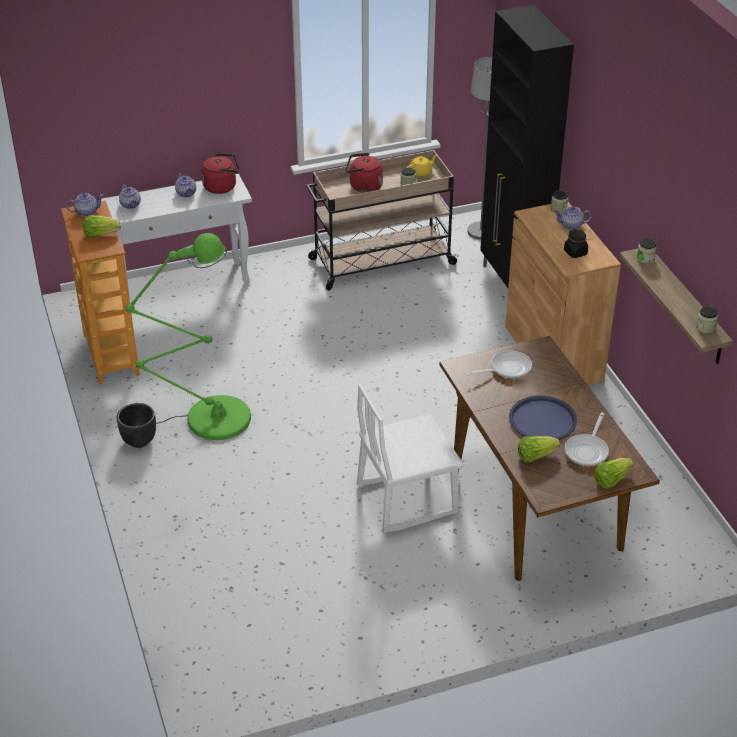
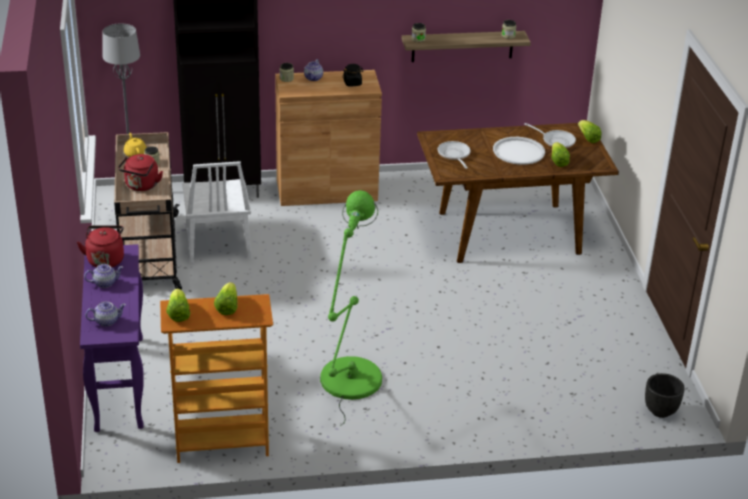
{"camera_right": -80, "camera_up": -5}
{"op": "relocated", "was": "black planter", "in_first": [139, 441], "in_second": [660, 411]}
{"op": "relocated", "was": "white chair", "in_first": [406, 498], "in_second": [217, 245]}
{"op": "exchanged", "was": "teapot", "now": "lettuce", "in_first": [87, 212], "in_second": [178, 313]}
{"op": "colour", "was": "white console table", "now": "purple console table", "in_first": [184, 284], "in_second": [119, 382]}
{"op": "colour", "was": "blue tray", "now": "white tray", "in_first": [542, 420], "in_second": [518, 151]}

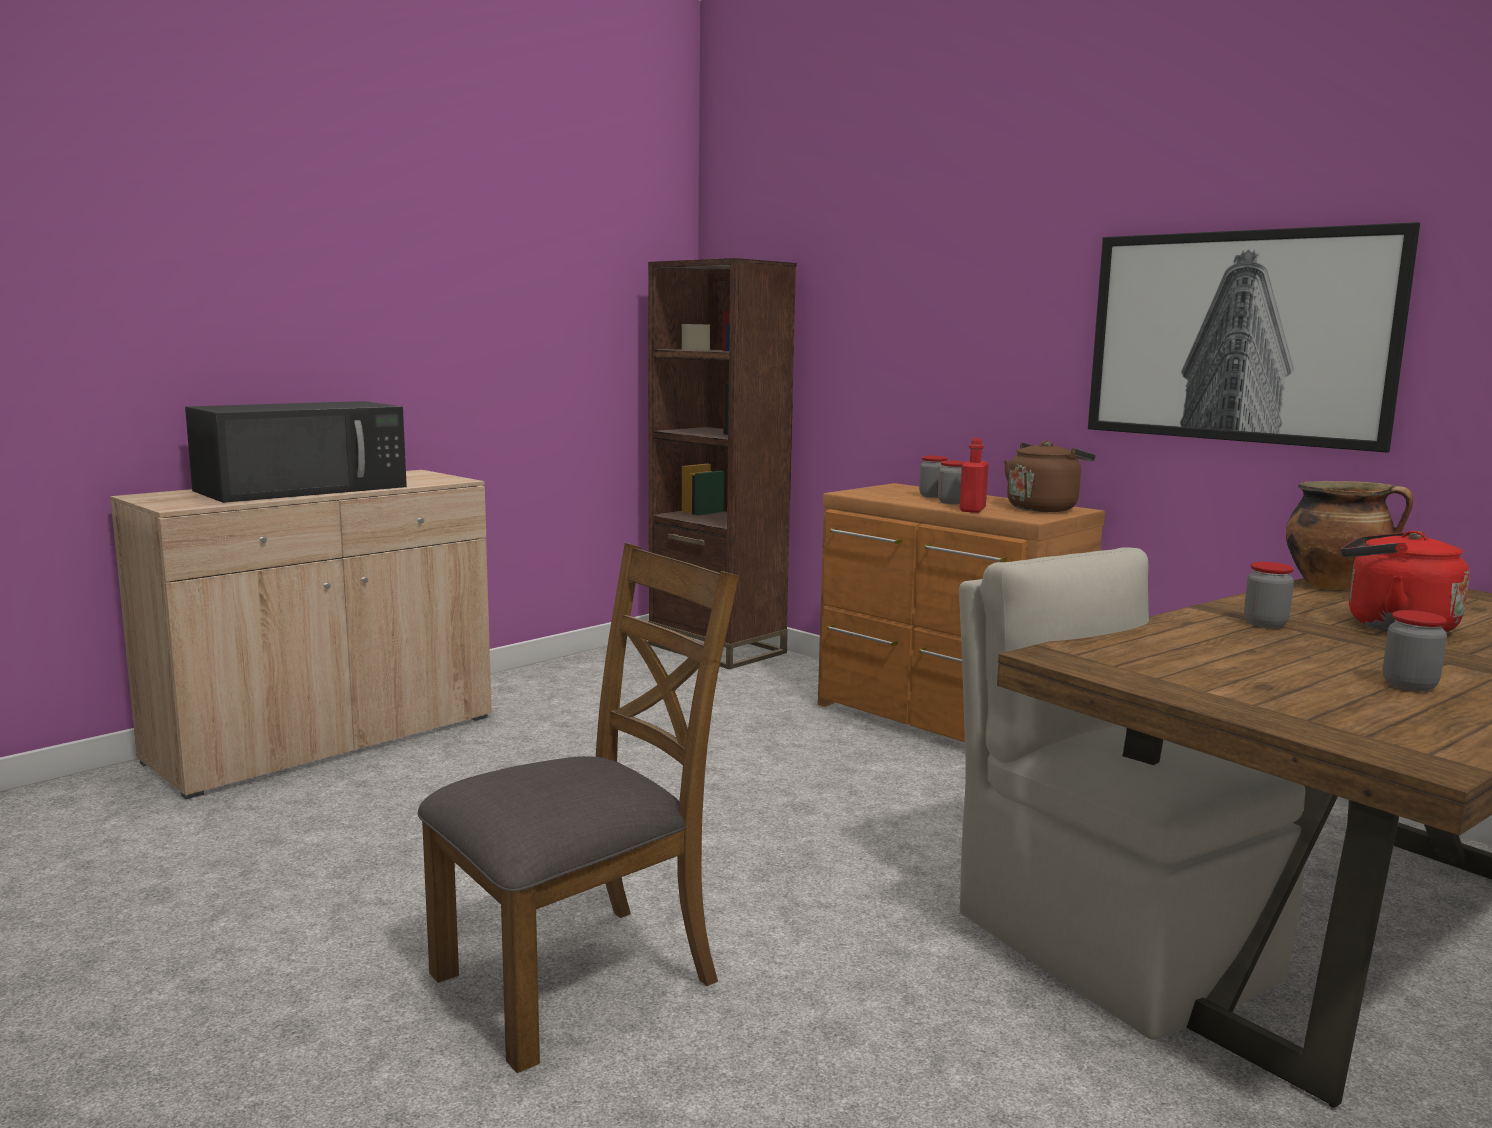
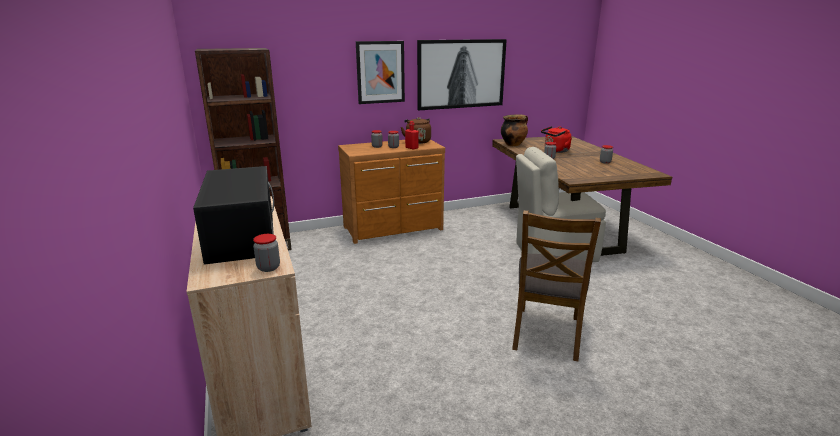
{"camera_right": -65, "camera_up": 10}
{"op": "appeared", "now": "jar", "in_second": [268, 267]}
{"op": "appeared", "now": "picture", "in_second": [380, 72]}
{"op": "spun", "was": "brown chair", "in_first": [578, 977], "in_second": [546, 332], "clockwise": -150}

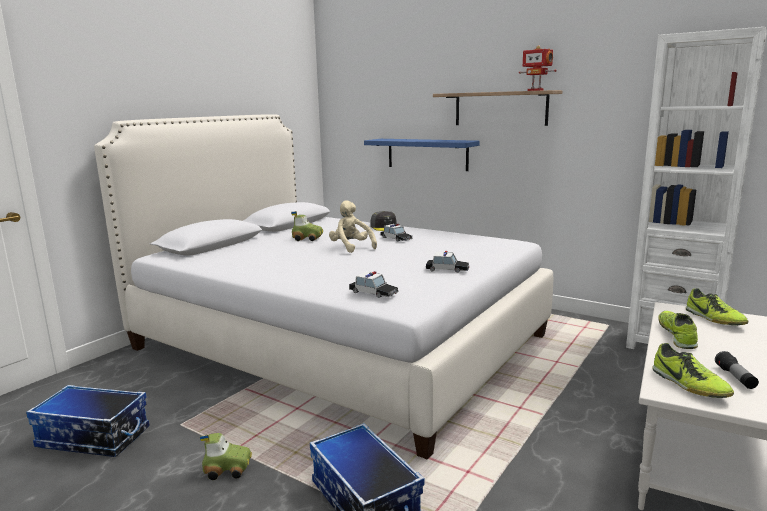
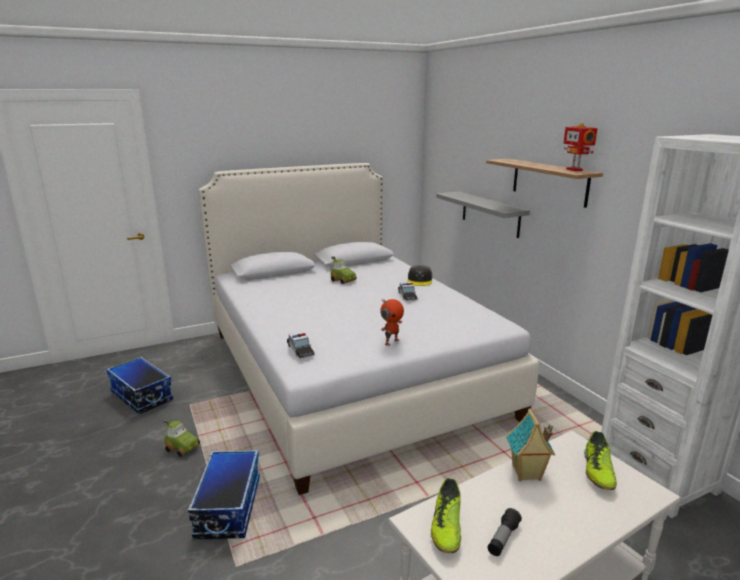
{"camera_right": 30, "camera_up": 5}
{"op": "missing", "was": "beige plush toy", "in_first": [351, 247]}
{"op": "exchanged", "was": "toy car", "now": "toy robot", "in_first": [447, 269], "in_second": [391, 342]}
{"op": "exchanged", "was": "shoe", "now": "toy house", "in_first": [677, 335], "in_second": [526, 474]}
{"op": "colour", "was": "blue shelf", "now": "grey shelf", "in_first": [427, 154], "in_second": [490, 214]}

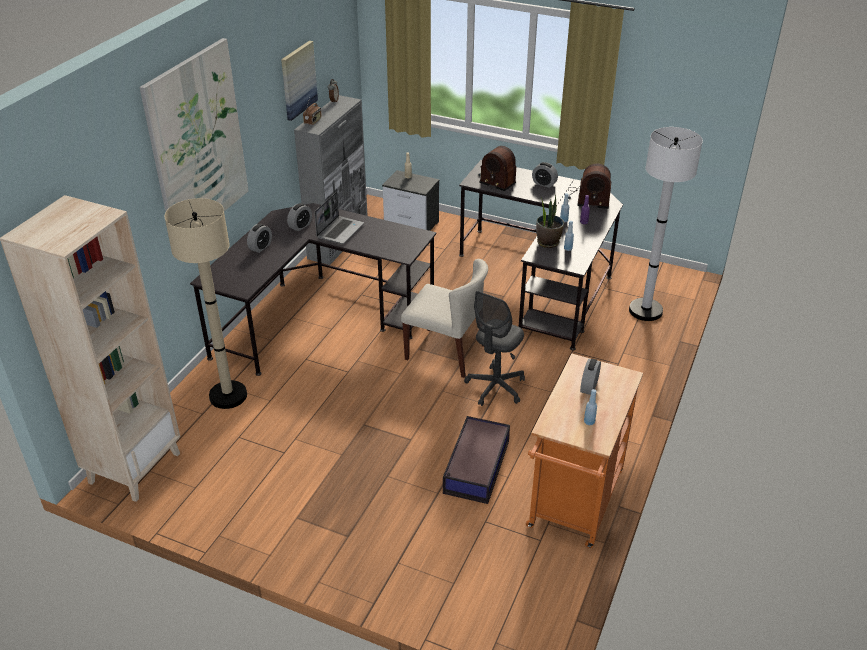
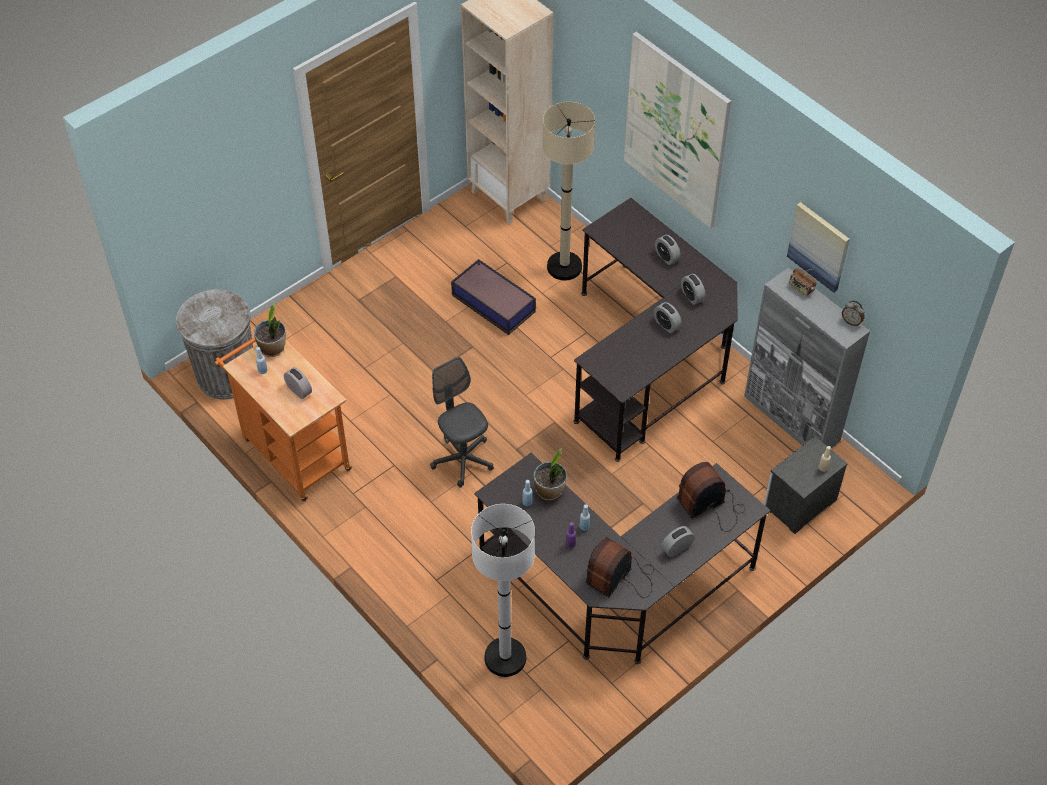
{"camera_right": 115, "camera_up": 15}
{"op": "missing", "was": "beige chair", "in_first": [446, 352]}
{"op": "appeared", "now": "grey trash can", "in_second": [227, 375]}
{"op": "appeared", "now": "potted plant", "in_second": [273, 348]}
{"op": "relocated", "was": "storage box", "in_first": [475, 467], "in_second": [493, 302]}
{"op": "exchanged", "was": "laptop", "now": "alarm clock", "in_first": [340, 230], "in_second": [666, 325]}

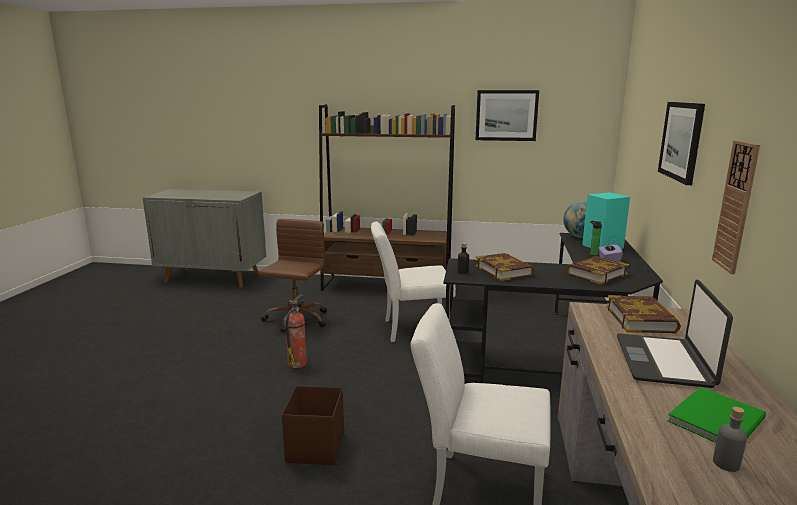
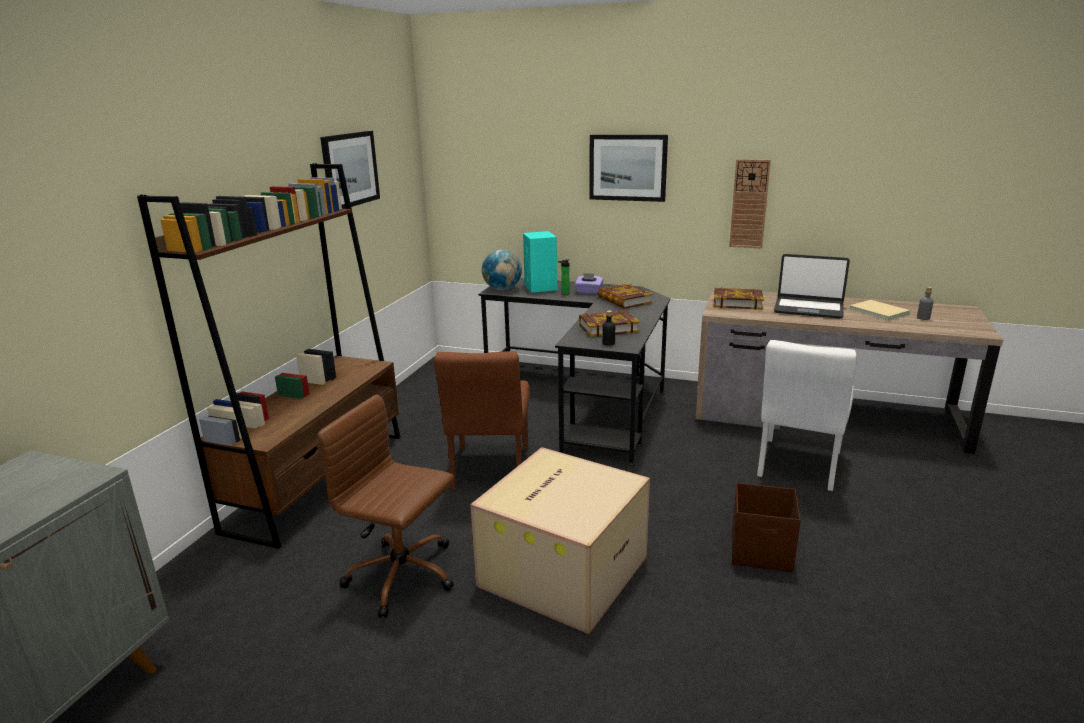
{"camera_right": -80, "camera_up": 5}
{"op": "exchanged", "was": "fire extinguisher", "now": "cardboard box", "in_first": [298, 363], "in_second": [562, 569]}
{"op": "colour", "was": "white chair", "now": "brown chair", "in_first": [411, 329], "in_second": [489, 472]}
{"op": "colour", "was": "green book", "now": "beige book", "in_first": [719, 420], "in_second": [878, 311]}

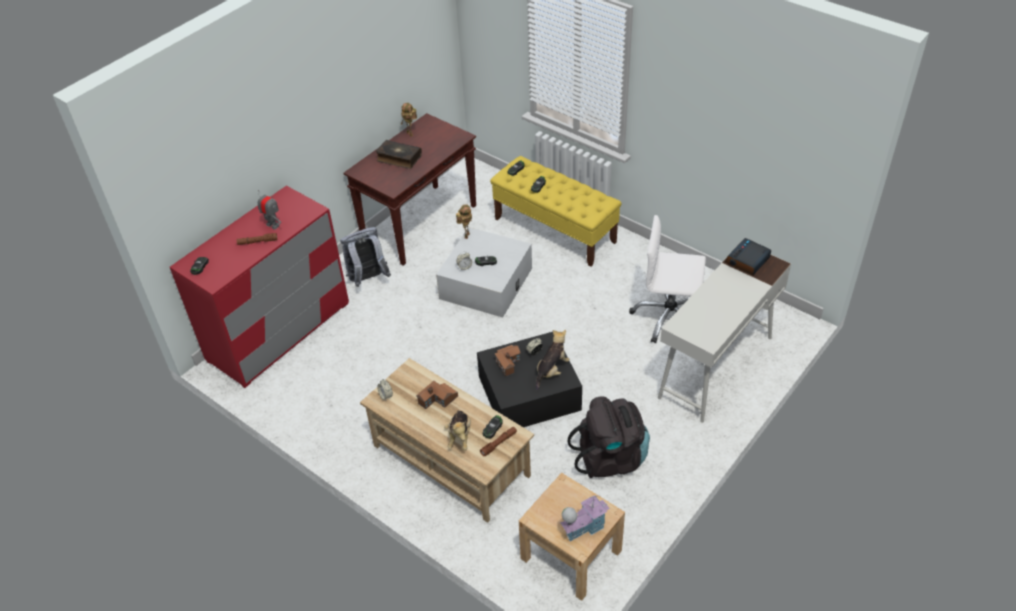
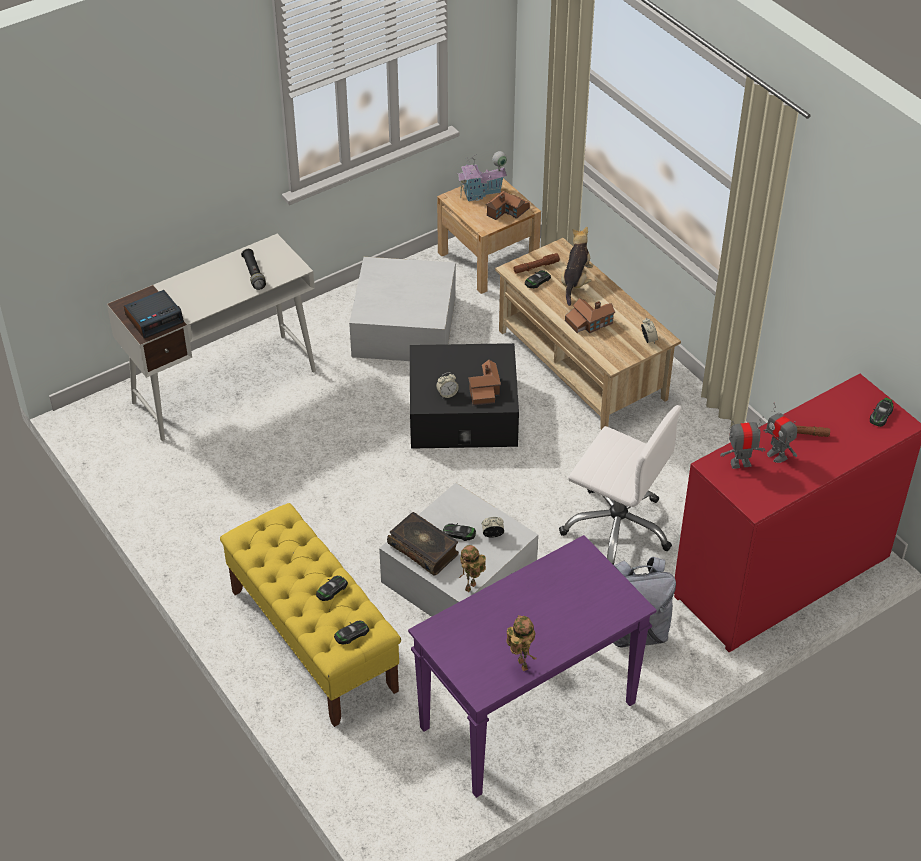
{"camera_right": -165, "camera_up": 0}
{"op": "missing", "was": "plush toy", "in_first": [551, 370]}
{"op": "appeared", "now": "black flashlight", "in_second": [254, 274]}
{"op": "appeared", "now": "toy house", "in_second": [507, 211]}
{"op": "appeared", "now": "toy robot", "in_second": [740, 463]}
{"op": "relocated", "was": "book", "in_first": [399, 158], "in_second": [424, 549]}
{"op": "relocated", "was": "white office chair", "in_first": [669, 317], "in_second": [617, 528]}
{"op": "exchanged", "was": "black backpack", "now": "white storage box", "in_first": [611, 458], "in_second": [404, 326]}
{"op": "colour", "was": "brown console table", "now": "purple console table", "in_first": [420, 223], "in_second": [527, 717]}

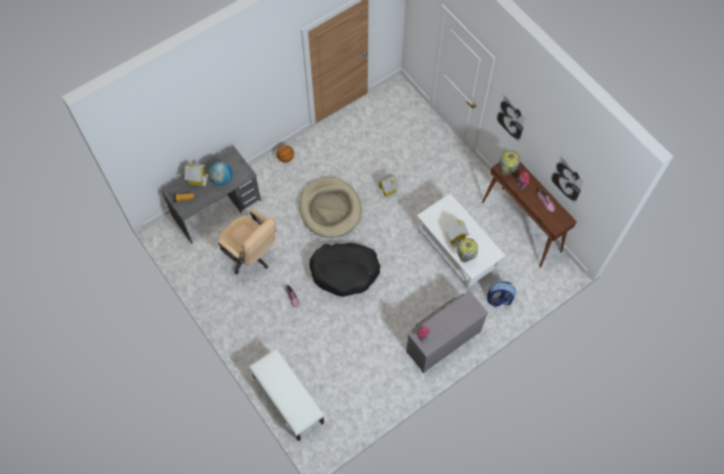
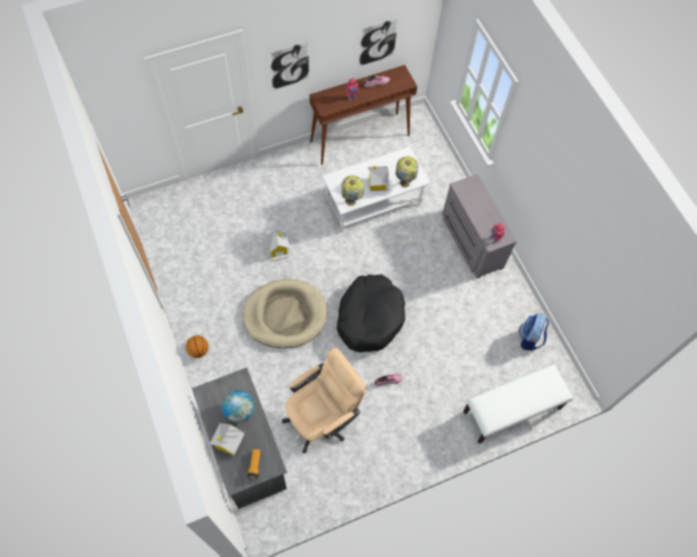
{"camera_right": -80, "camera_up": 0}
{"op": "relocated", "was": "backpack", "in_first": [499, 299], "in_second": [529, 338]}
{"op": "relocated", "was": "table lamp", "in_first": [506, 172], "in_second": [351, 201]}

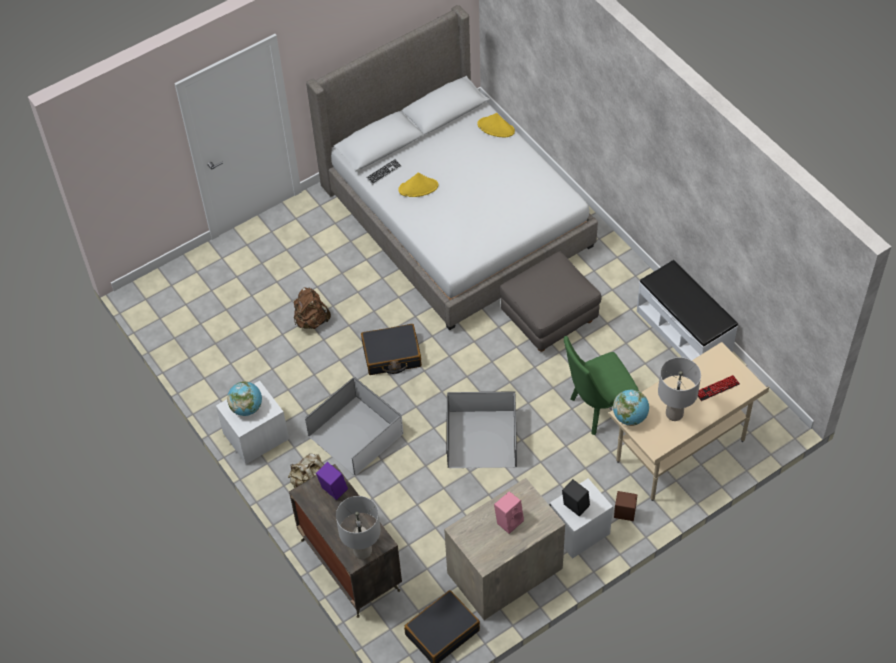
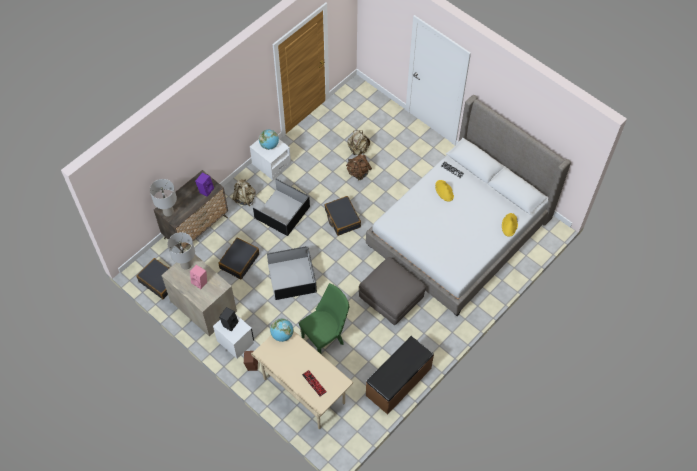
{"camera_right": 75, "camera_up": 5}
{"op": "appeared", "now": "black suitcase", "in_second": [239, 261]}
{"op": "appeared", "now": "beige backpack", "in_second": [358, 149]}
{"op": "relocated", "was": "grey table lamp", "in_first": [674, 414], "in_second": [186, 265]}
{"op": "colour", "was": "white storage box", "now": "black storage box", "in_first": [354, 434], "in_second": [282, 211]}
{"op": "colour", "was": "white bench", "now": "brown bench", "in_first": [684, 332], "in_second": [399, 382]}
{"op": "spun", "was": "green chair", "in_first": [596, 410], "in_second": [325, 338], "clockwise": 90}

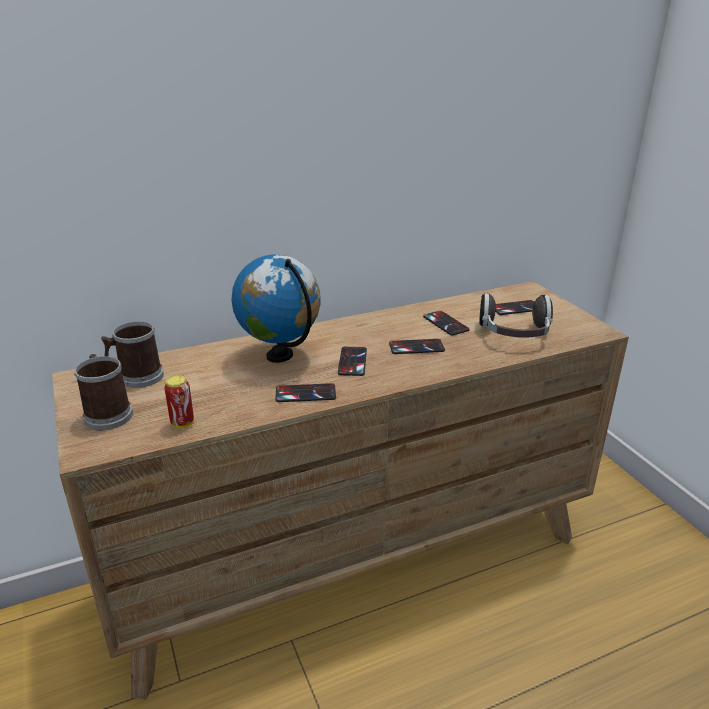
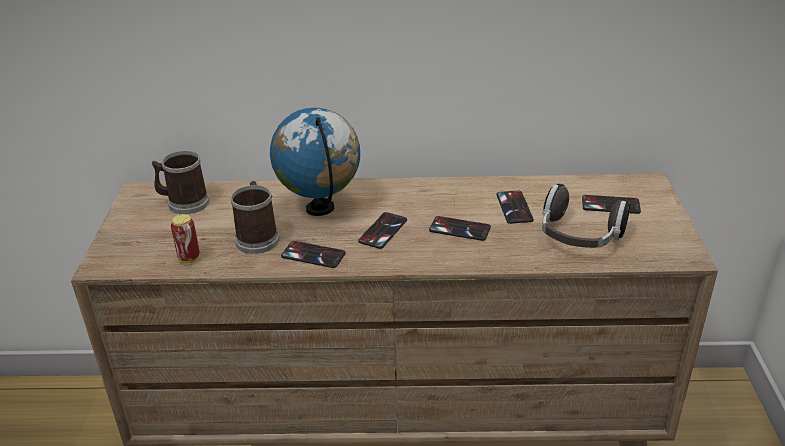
{"camera_right": 25, "camera_up": 5}
{"op": "relocated", "was": "mug", "in_first": [107, 413], "in_second": [257, 237]}

